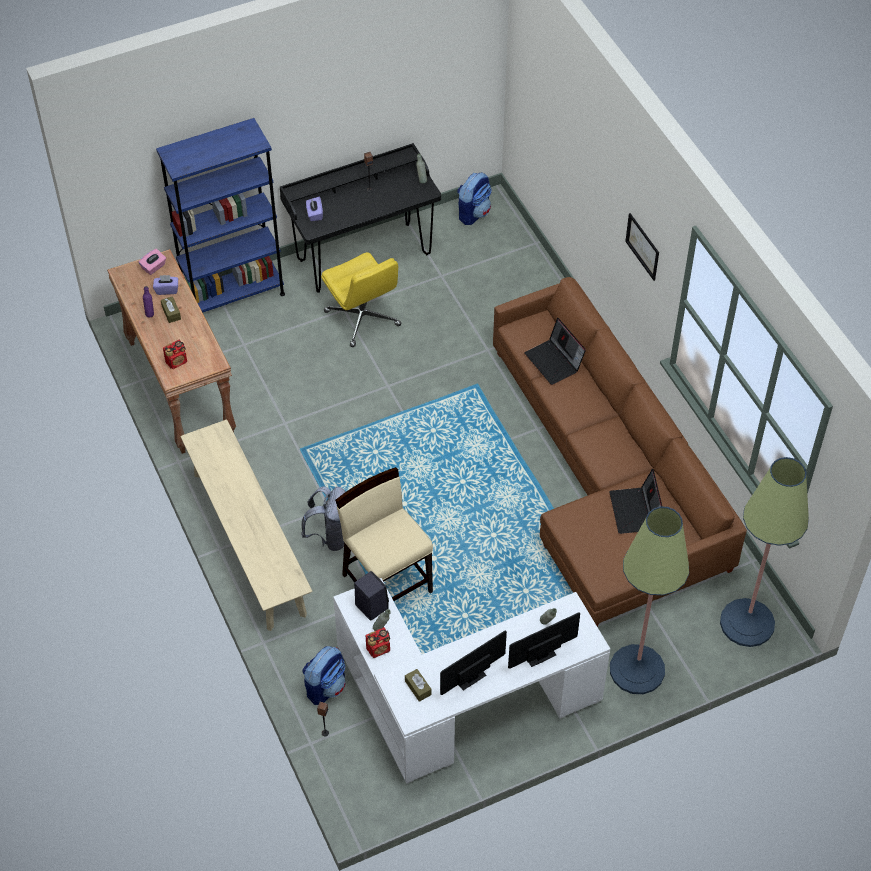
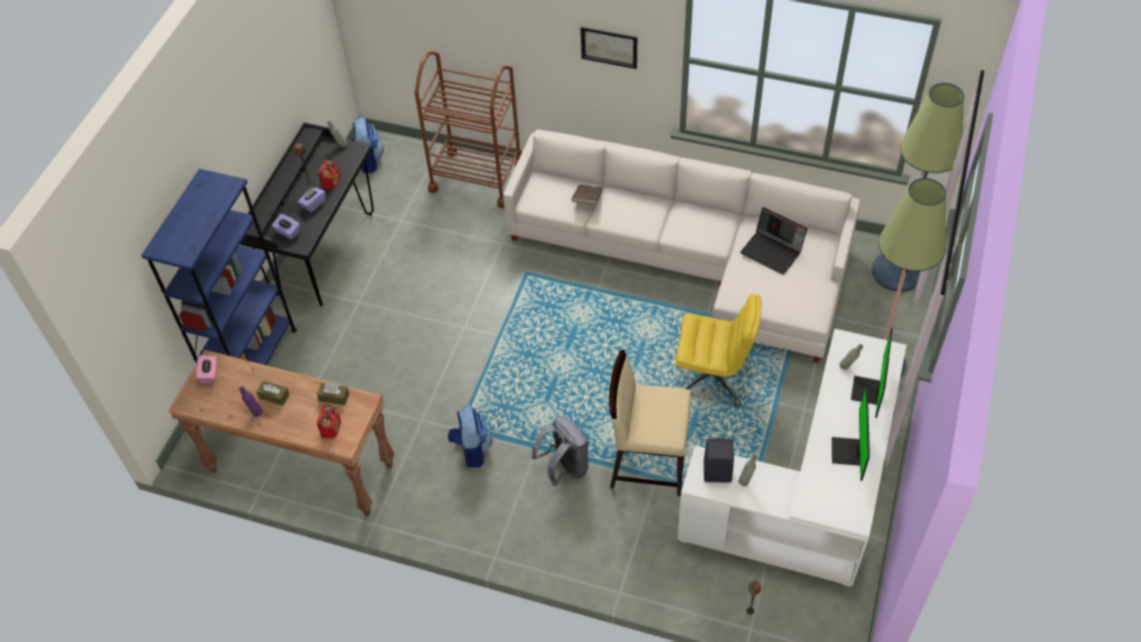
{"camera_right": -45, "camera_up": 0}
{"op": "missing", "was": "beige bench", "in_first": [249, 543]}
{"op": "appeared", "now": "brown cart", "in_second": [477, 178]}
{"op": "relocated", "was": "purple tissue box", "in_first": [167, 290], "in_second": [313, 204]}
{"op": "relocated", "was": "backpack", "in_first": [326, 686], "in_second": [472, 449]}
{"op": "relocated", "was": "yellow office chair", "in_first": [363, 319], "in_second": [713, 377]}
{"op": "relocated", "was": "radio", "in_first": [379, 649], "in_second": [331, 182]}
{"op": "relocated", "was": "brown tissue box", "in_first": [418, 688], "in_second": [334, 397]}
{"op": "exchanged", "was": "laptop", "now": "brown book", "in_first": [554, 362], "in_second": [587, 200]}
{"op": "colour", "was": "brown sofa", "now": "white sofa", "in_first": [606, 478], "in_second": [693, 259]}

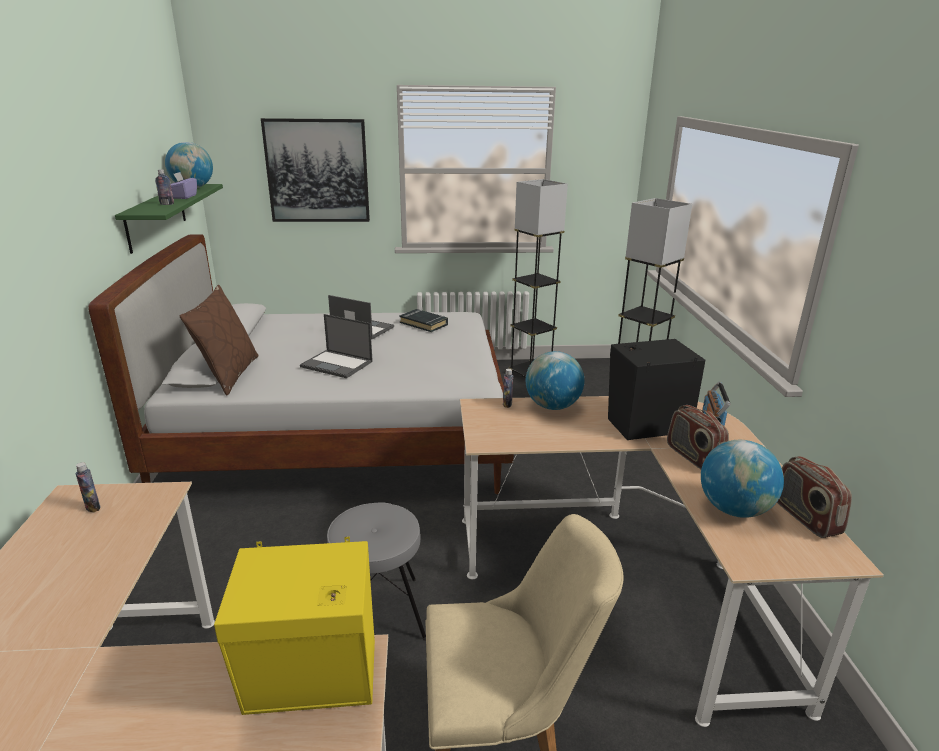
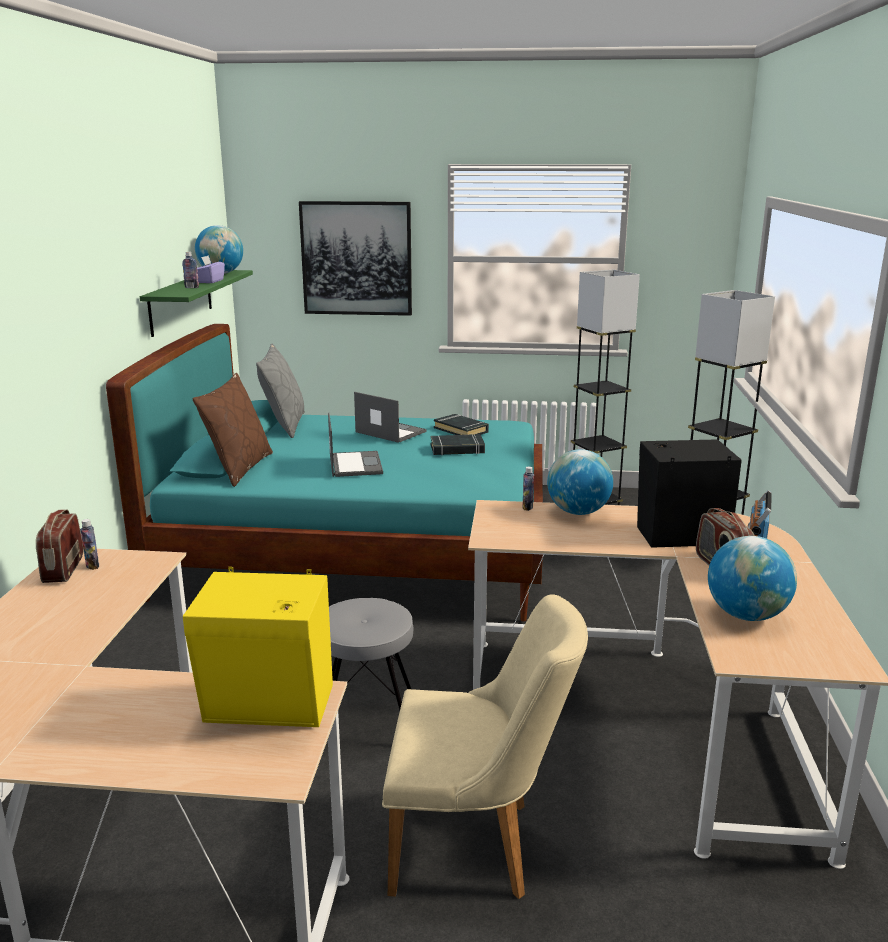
{"camera_right": 10, "camera_up": -5}
{"op": "appeared", "now": "grey pillow", "in_second": [284, 425]}
{"op": "appeared", "now": "black book", "in_second": [457, 449]}
{"op": "relocated", "was": "radio", "in_first": [805, 517], "in_second": [63, 569]}
{"op": "colour", "was": "white bed", "now": "turquoise bed", "in_first": [343, 434], "in_second": [360, 551]}
{"op": "spun", "was": "laptop", "in_first": [337, 364], "in_second": [355, 464], "clockwise": -135}

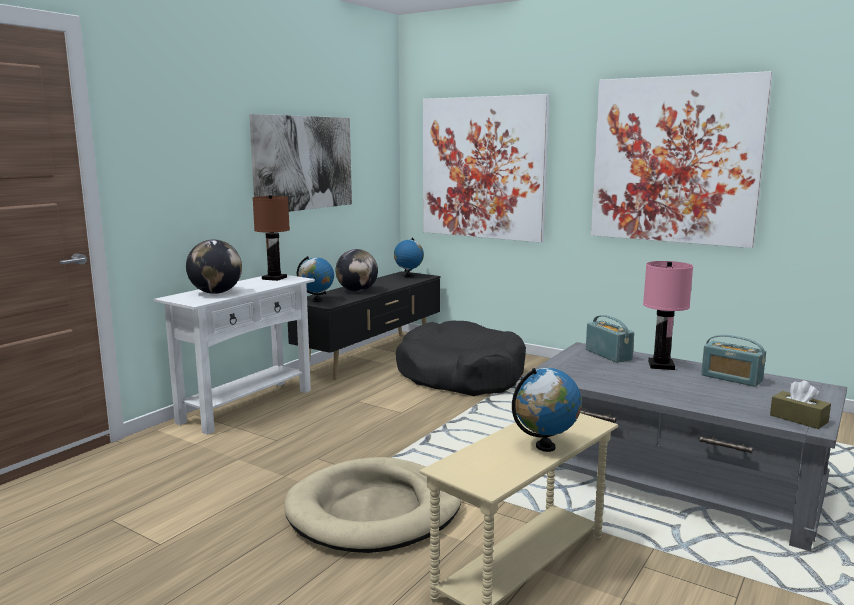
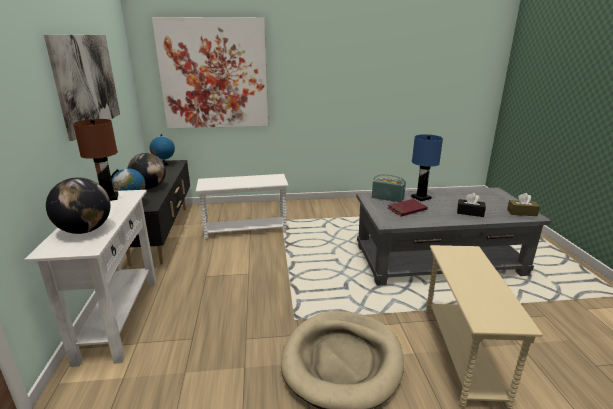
{"camera_right": -40, "camera_up": 10}
{"op": "missing", "was": "globe", "in_first": [545, 447]}
{"op": "missing", "was": "picture", "in_first": [675, 160]}
{"op": "missing", "was": "radio", "in_first": [731, 378]}
{"op": "appeared", "now": "red book", "in_second": [407, 209]}
{"op": "appeared", "now": "black tissue box", "in_second": [470, 212]}
{"op": "exchanged", "was": "black dog bed", "now": "white side table", "in_first": [460, 375], "in_second": [245, 230]}
{"op": "colour", "was": "pink table lamp", "now": "blue table lamp", "in_first": [660, 365], "in_second": [421, 198]}

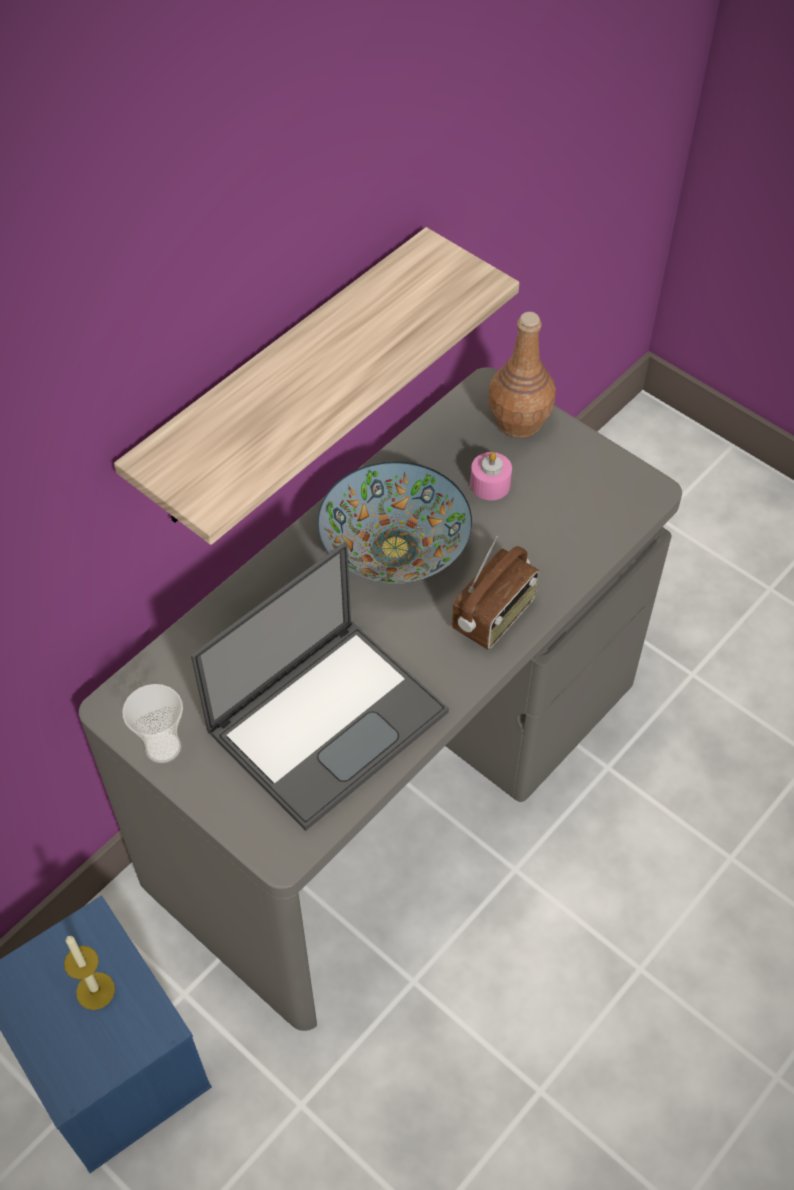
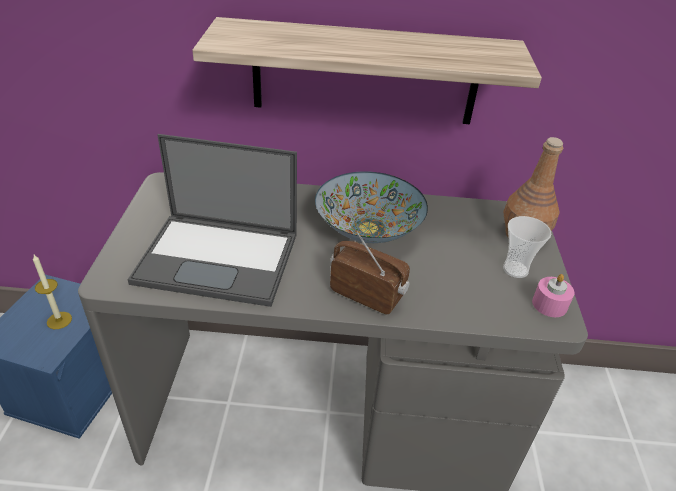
{"camera_right": 50, "camera_up": -15}
{"op": "relocated", "was": "cup", "in_first": [163, 747], "in_second": [515, 269]}
{"op": "relocated", "was": "pink candle", "in_first": [490, 484], "in_second": [549, 304]}
{"op": "spun", "was": "radio", "in_first": [495, 616], "in_second": [367, 293], "clockwise": -150}

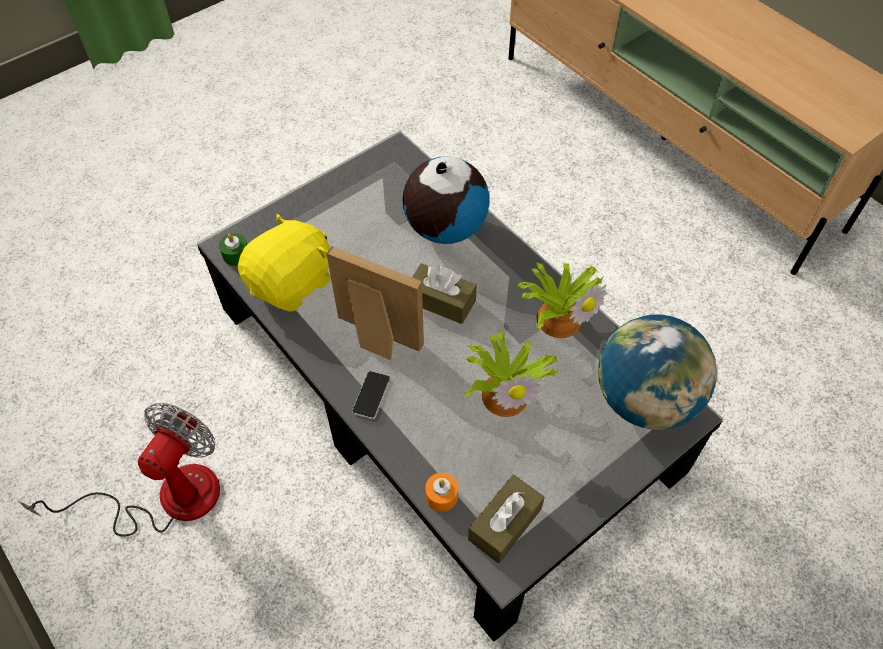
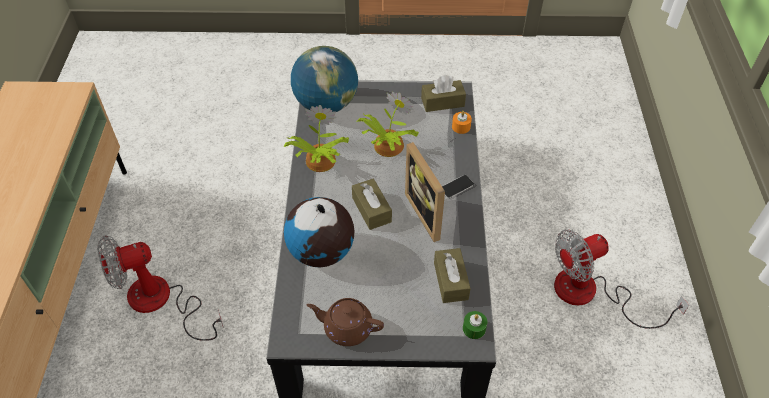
{"camera_right": -140, "camera_up": -5}
{"op": "appeared", "now": "fan", "in_second": [161, 302]}
{"op": "appeared", "now": "brown teapot", "in_second": [347, 328]}
{"op": "exchanged", "was": "yellow plush toy", "now": "brown tissue box", "in_first": [292, 283], "in_second": [450, 281]}

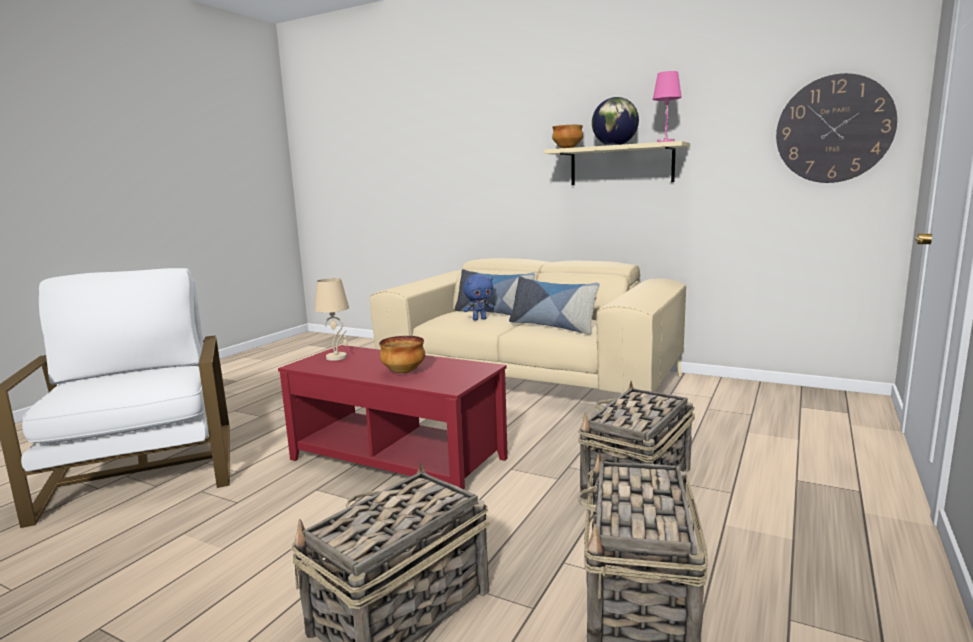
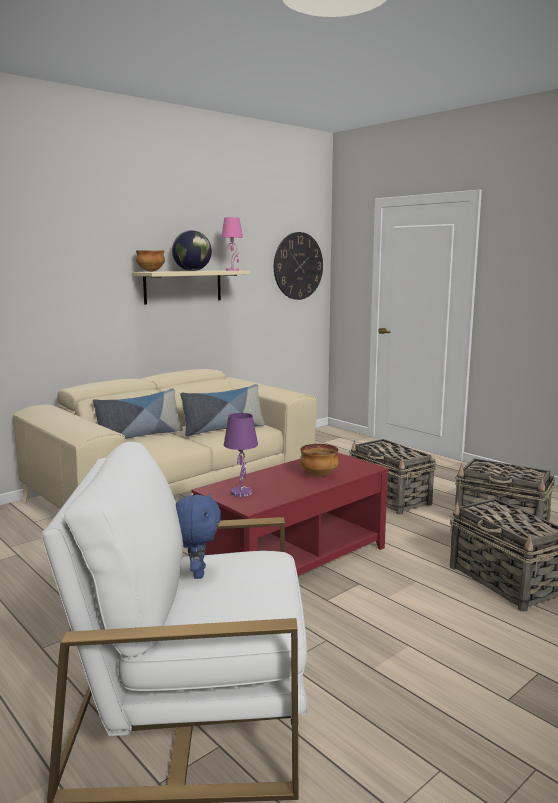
{"camera_right": -70, "camera_up": 0}
{"op": "relocated", "was": "blue plush toy", "in_first": [479, 319], "in_second": [197, 573]}
{"op": "colour", "was": "beige table lamp", "now": "purple table lamp", "in_first": [337, 357], "in_second": [241, 492]}

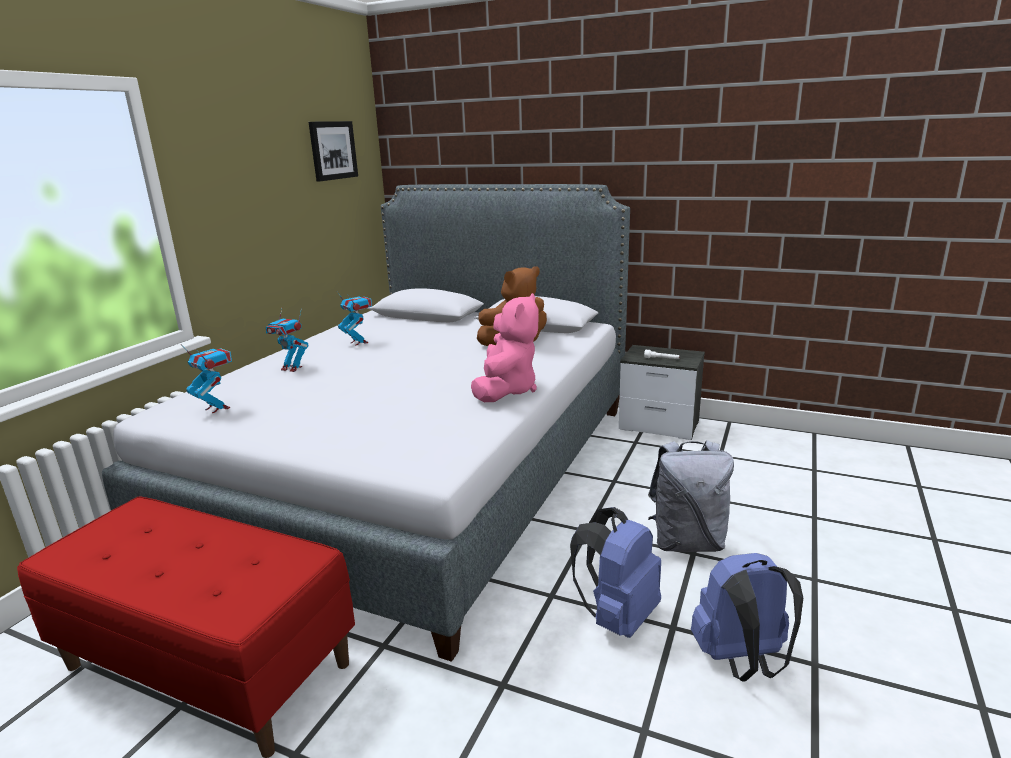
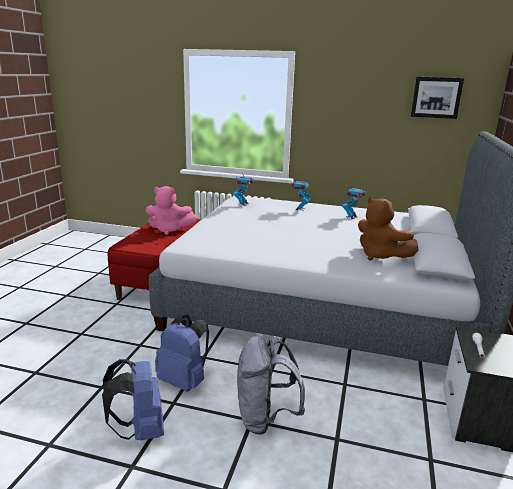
{"camera_right": 80, "camera_up": 0}
{"op": "relocated", "was": "pink plush toy", "in_first": [506, 390], "in_second": [169, 230]}

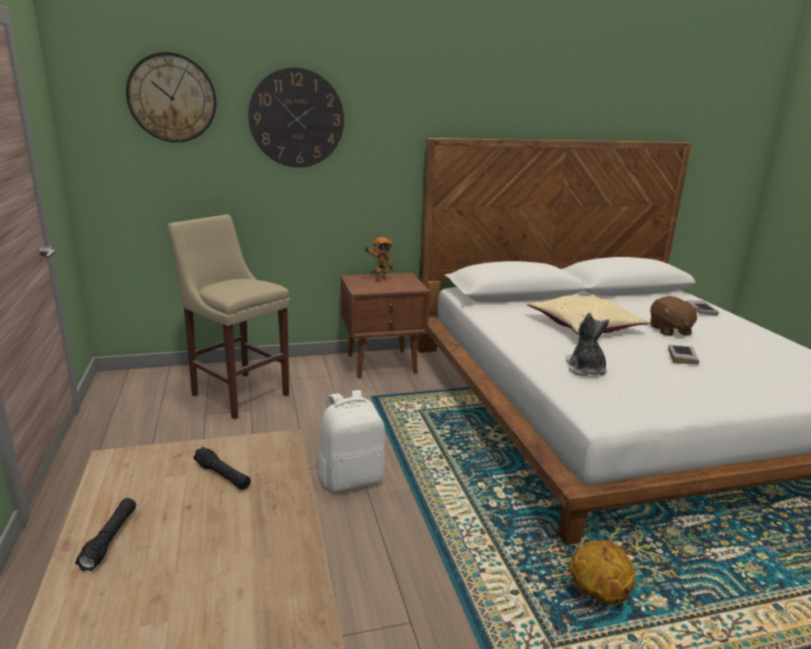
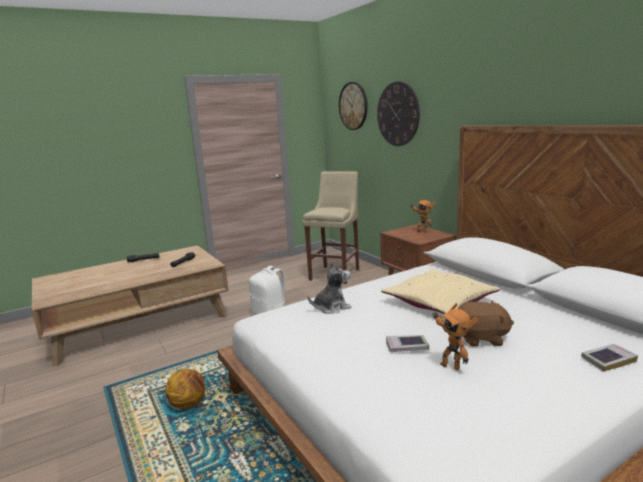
{"camera_right": 75, "camera_up": -5}
{"op": "appeared", "now": "toy robot", "in_second": [451, 365]}
{"op": "spun", "was": "brown plush toy", "in_first": [669, 330], "in_second": [481, 338], "clockwise": -150}

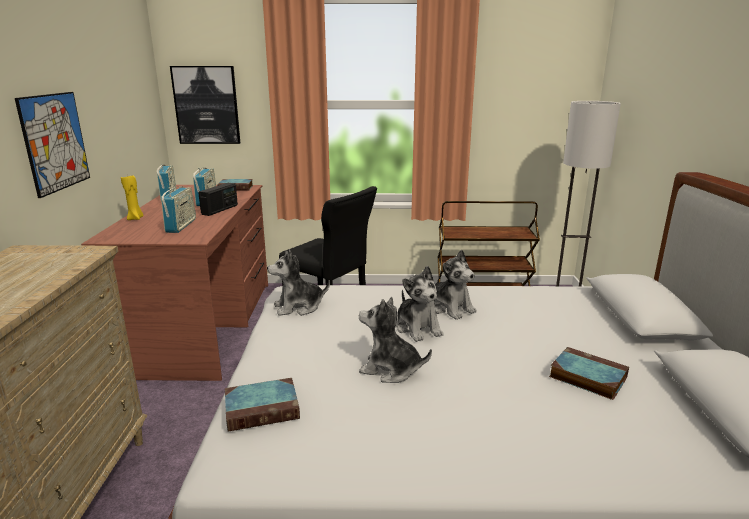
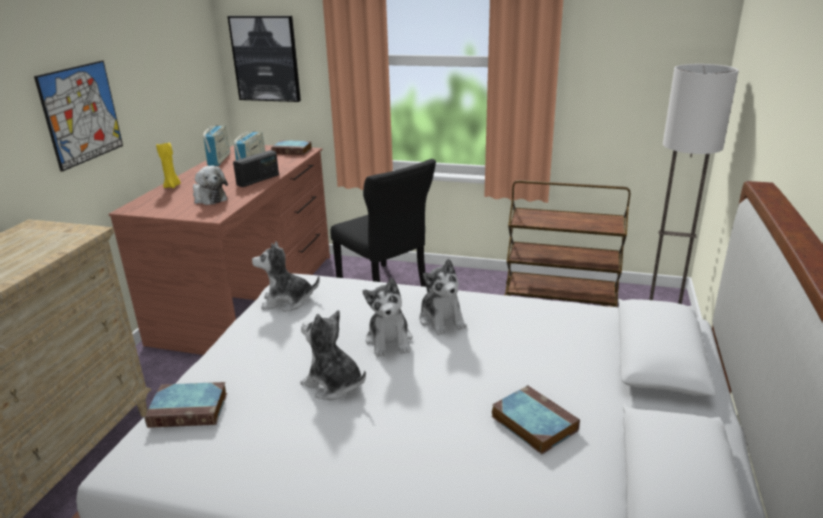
{"camera_right": 15, "camera_up": 5}
{"op": "exchanged", "was": "radio", "now": "plush toy", "in_first": [181, 226], "in_second": [209, 198]}

